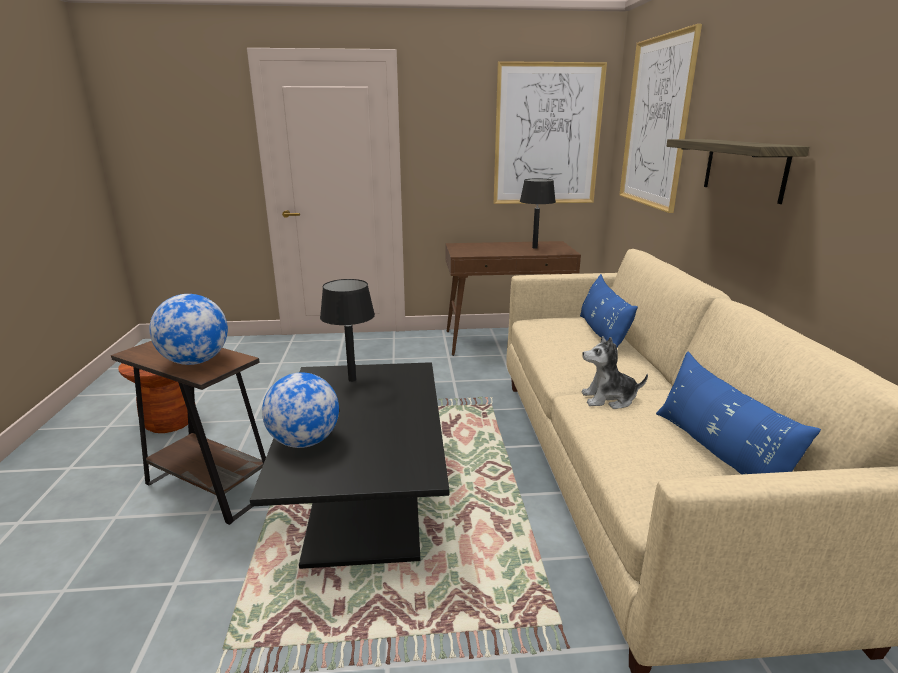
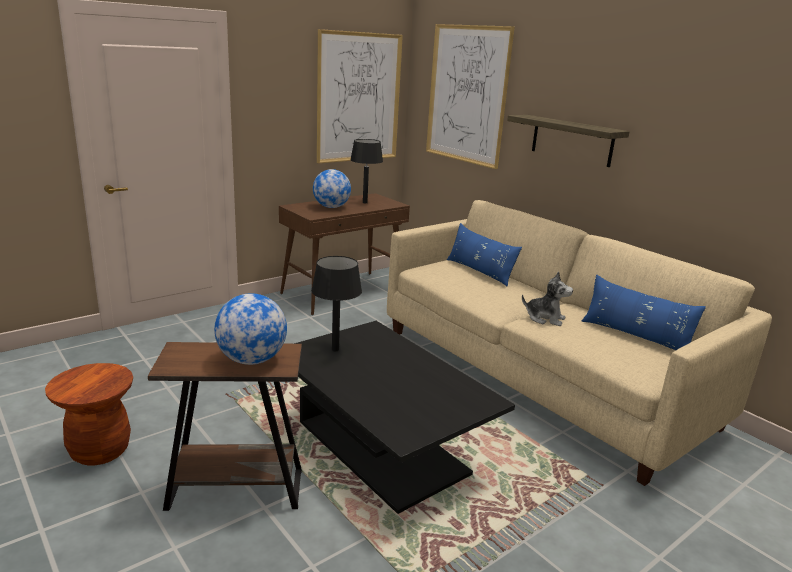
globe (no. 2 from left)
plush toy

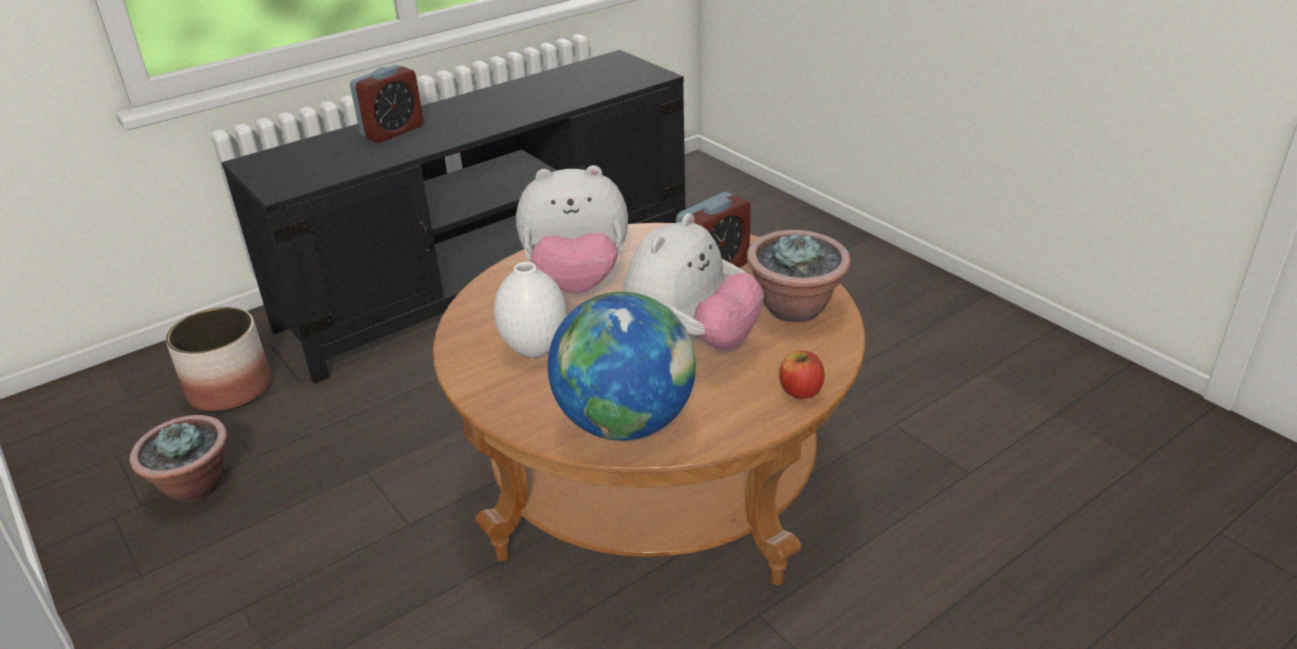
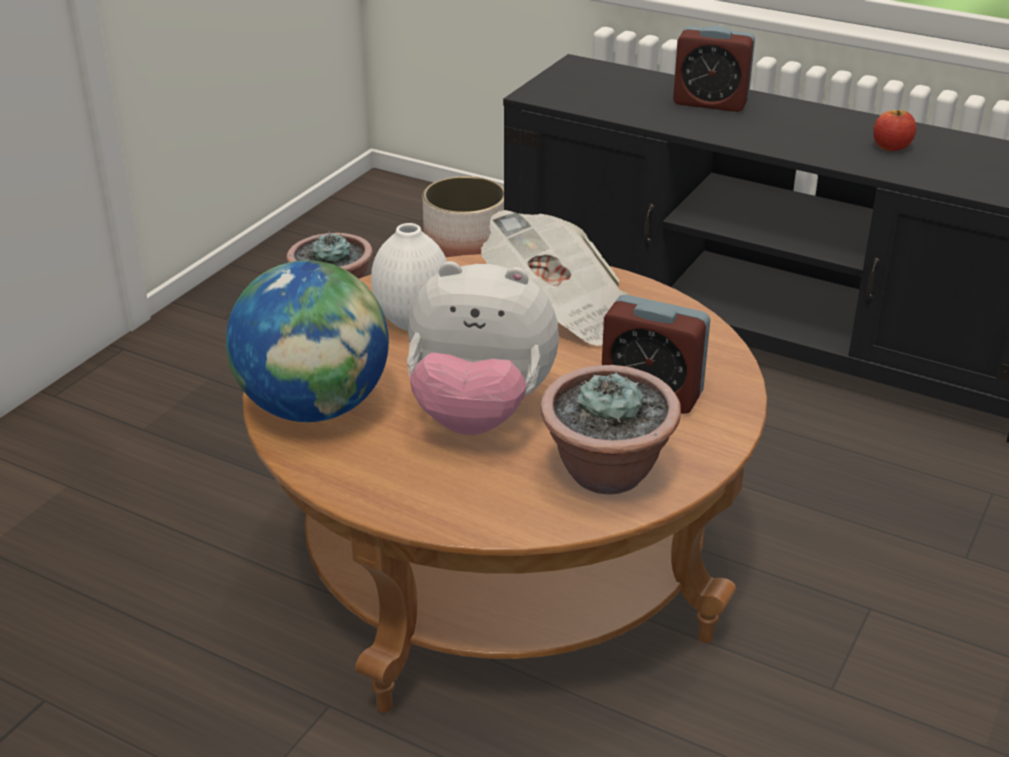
newspaper
apple

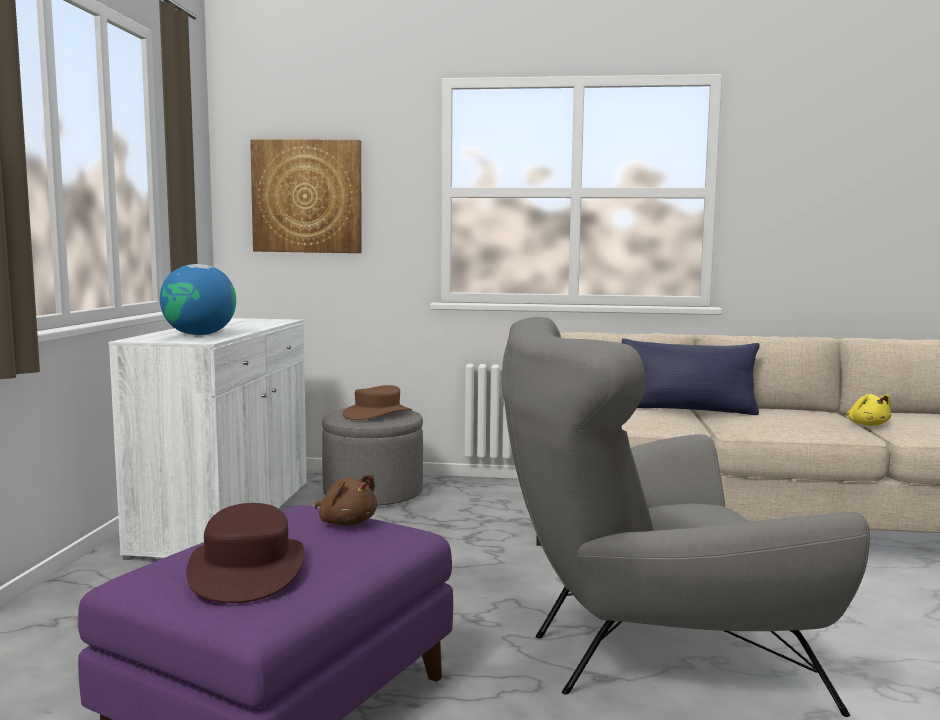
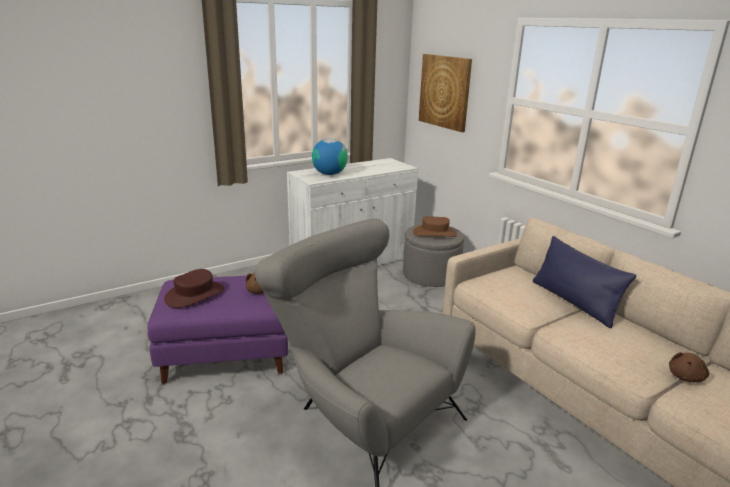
brown plush toy (no. 2 from left)

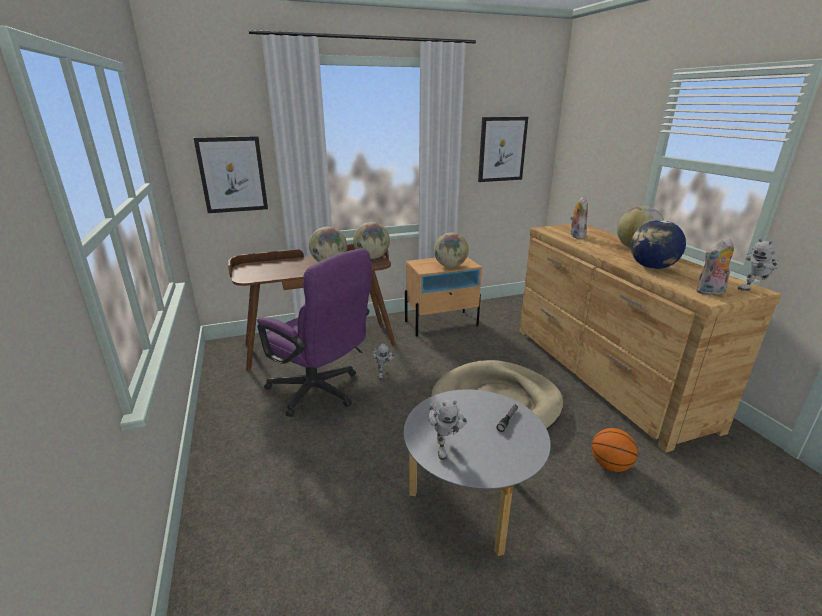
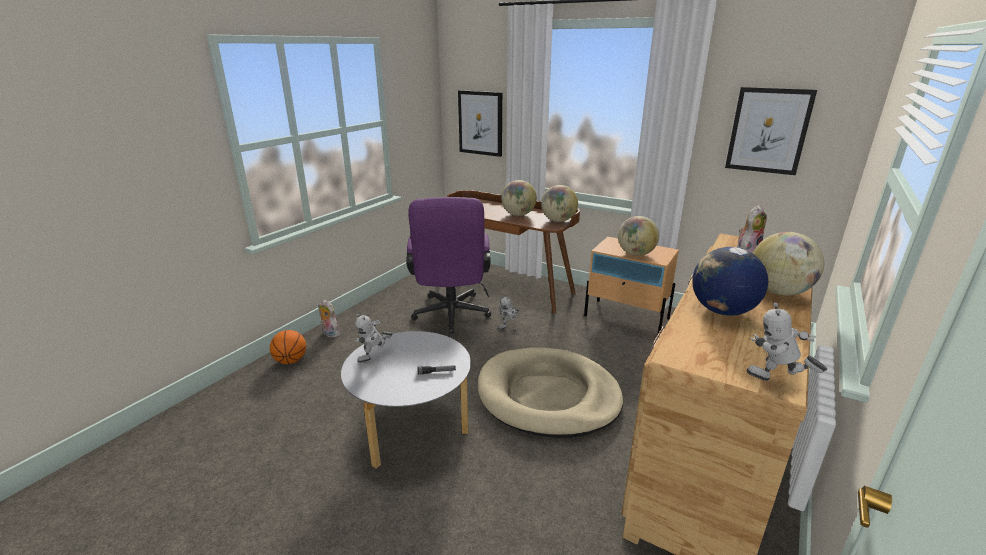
basketball
plush toy (no. 1 from left)

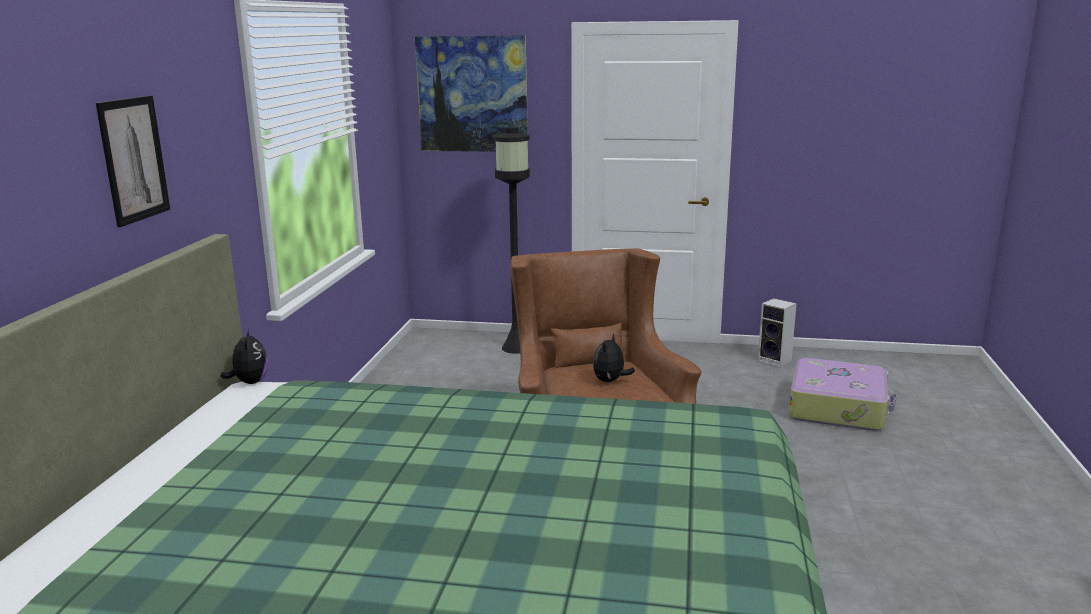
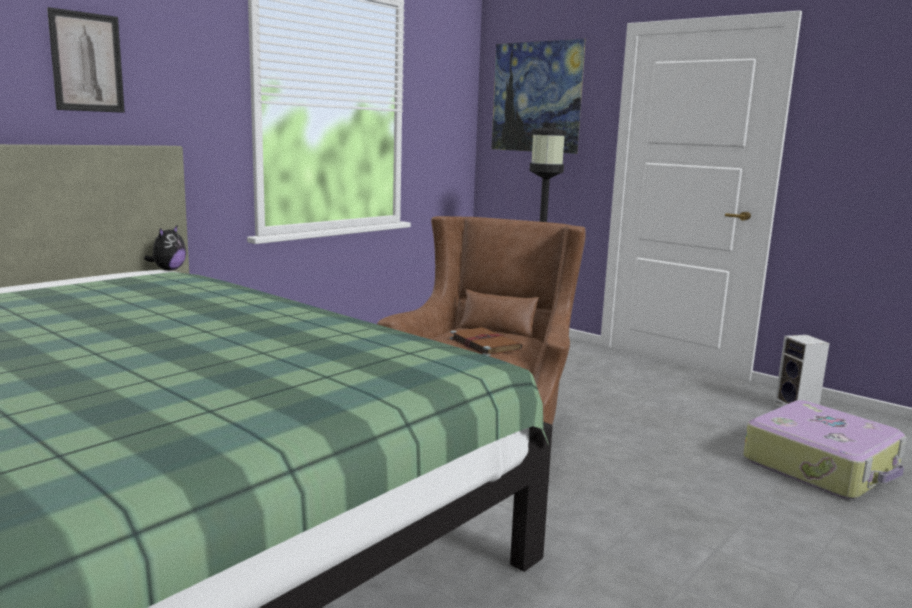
brown book

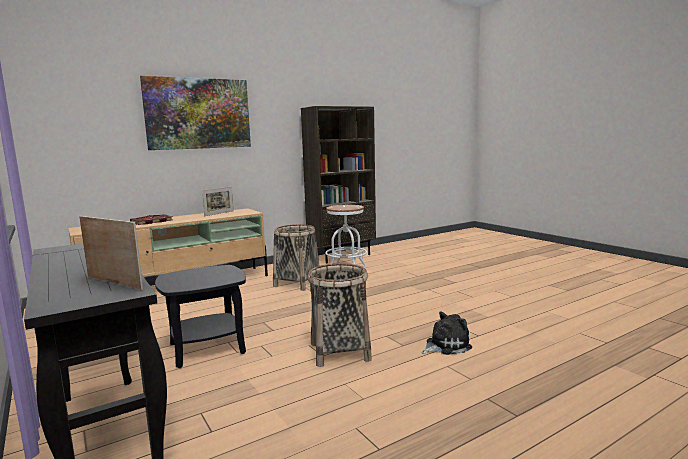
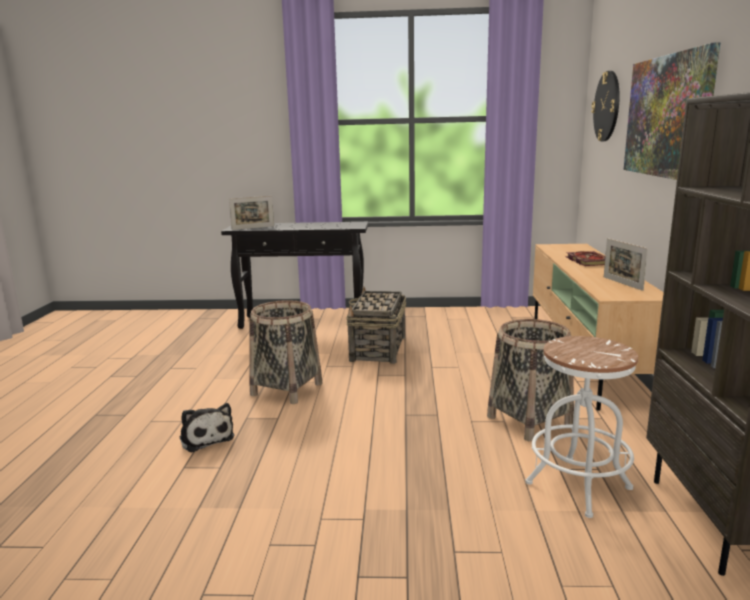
plush toy
basket (no. 2 from left)
wall clock

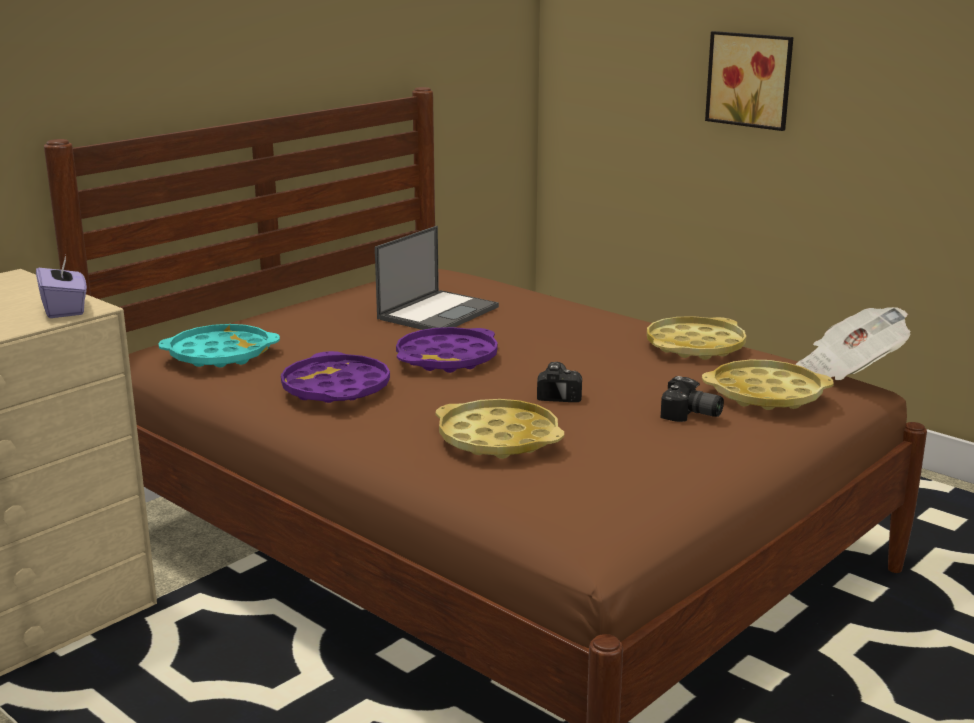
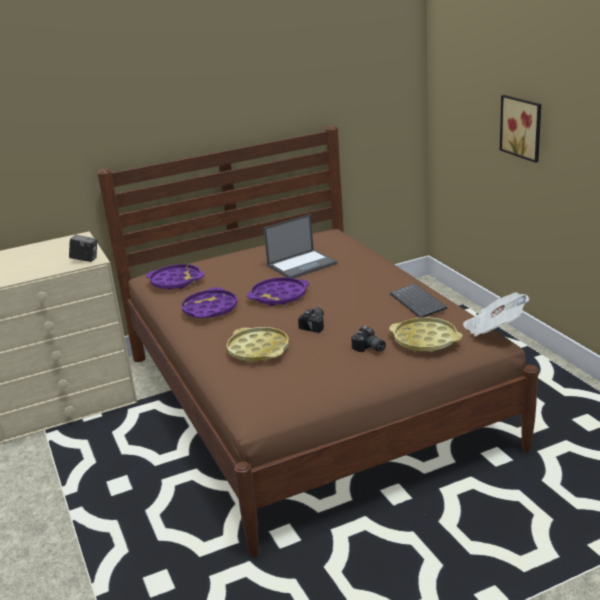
photo camera (no. 1 from left)
purple tray (no. 1 from left)
keyboard

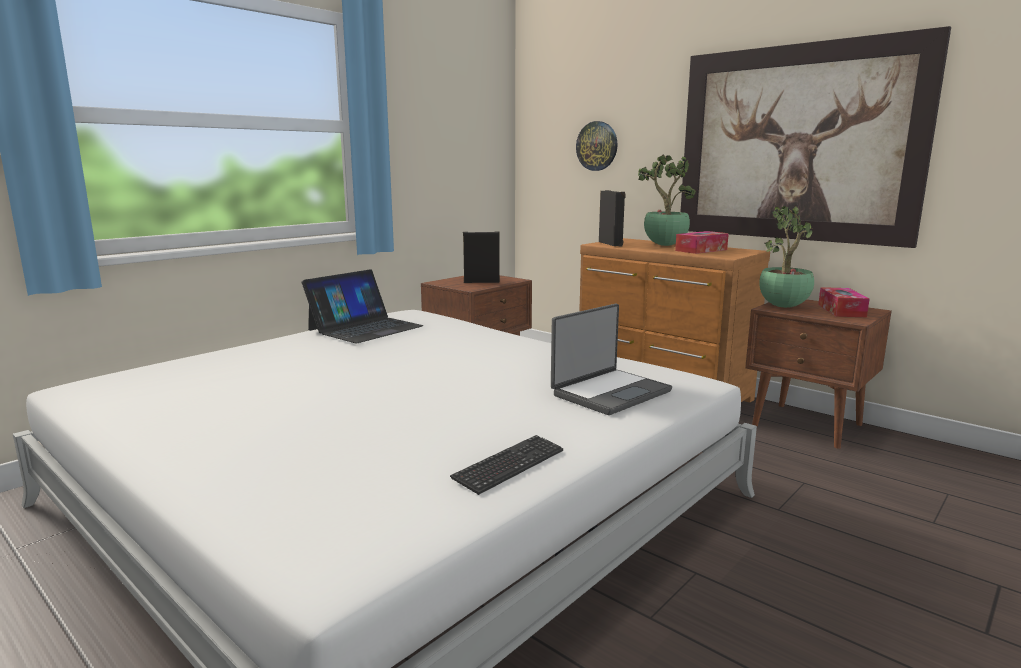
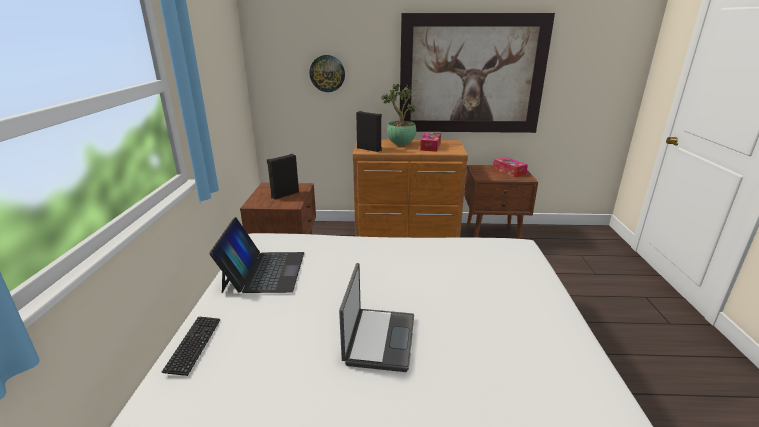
keyboard
laptop (no. 2 from left)
potted plant (no. 2 from left in the first image)

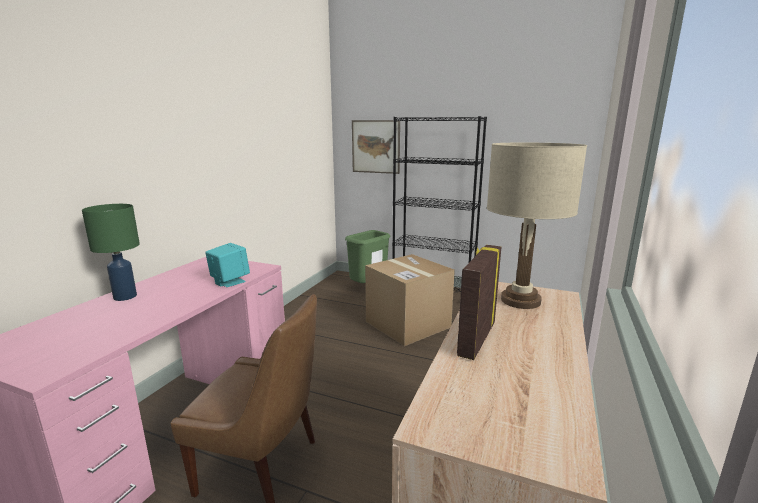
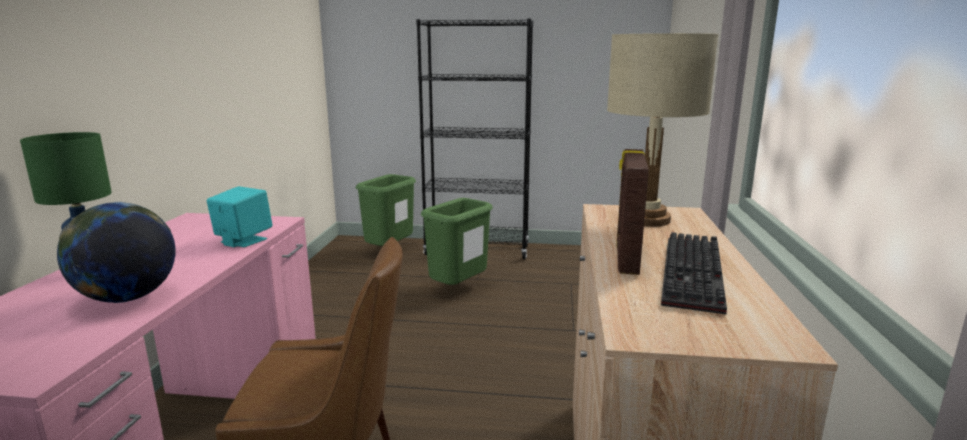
globe
green trash can (no. 2 from left)
keyboard
picture

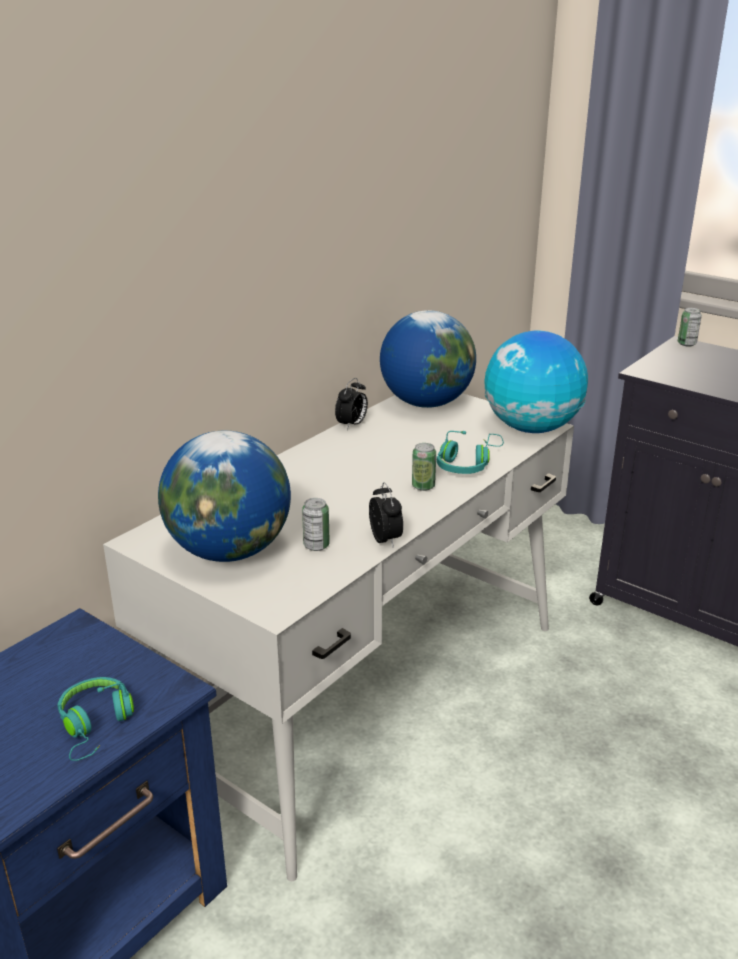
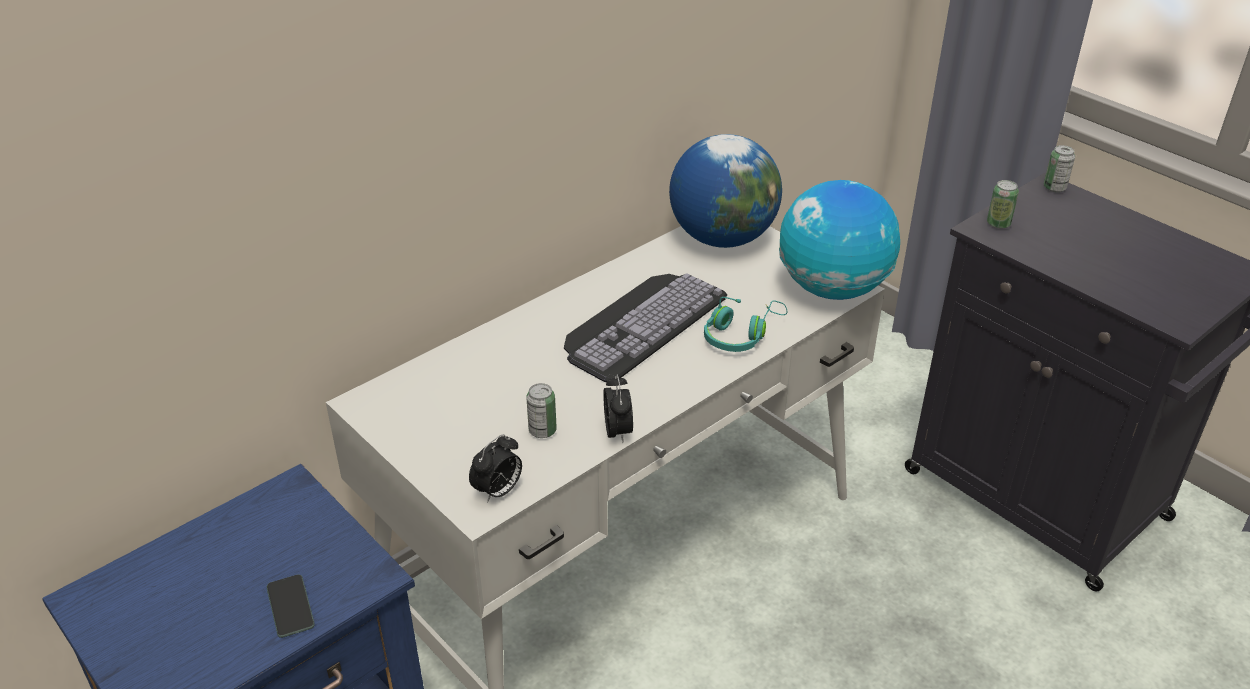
phone
alarm clock (no. 1 from left)
keyboard
can (no. 2 from left)
globe (no. 1 from left in the first image)

